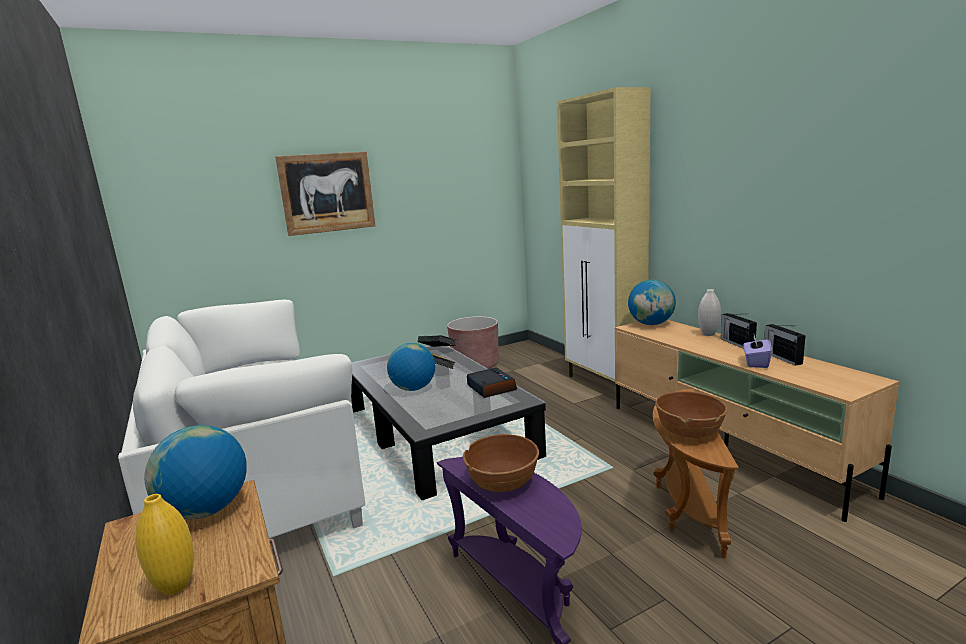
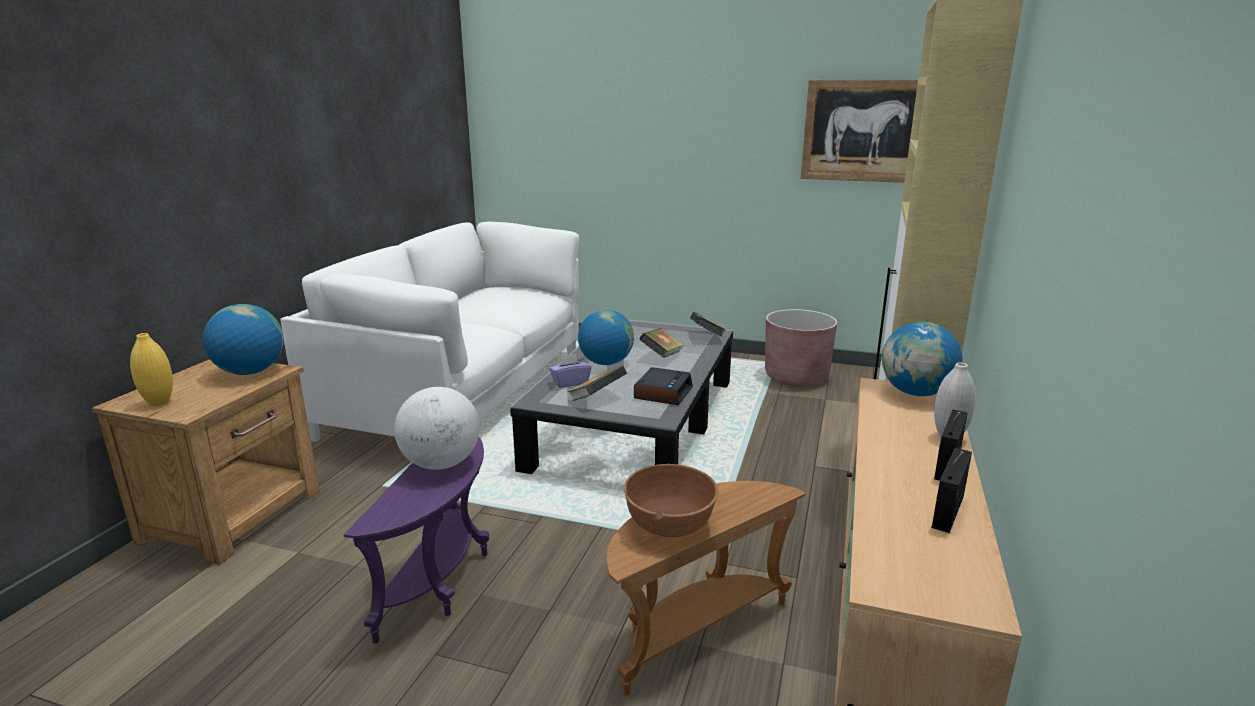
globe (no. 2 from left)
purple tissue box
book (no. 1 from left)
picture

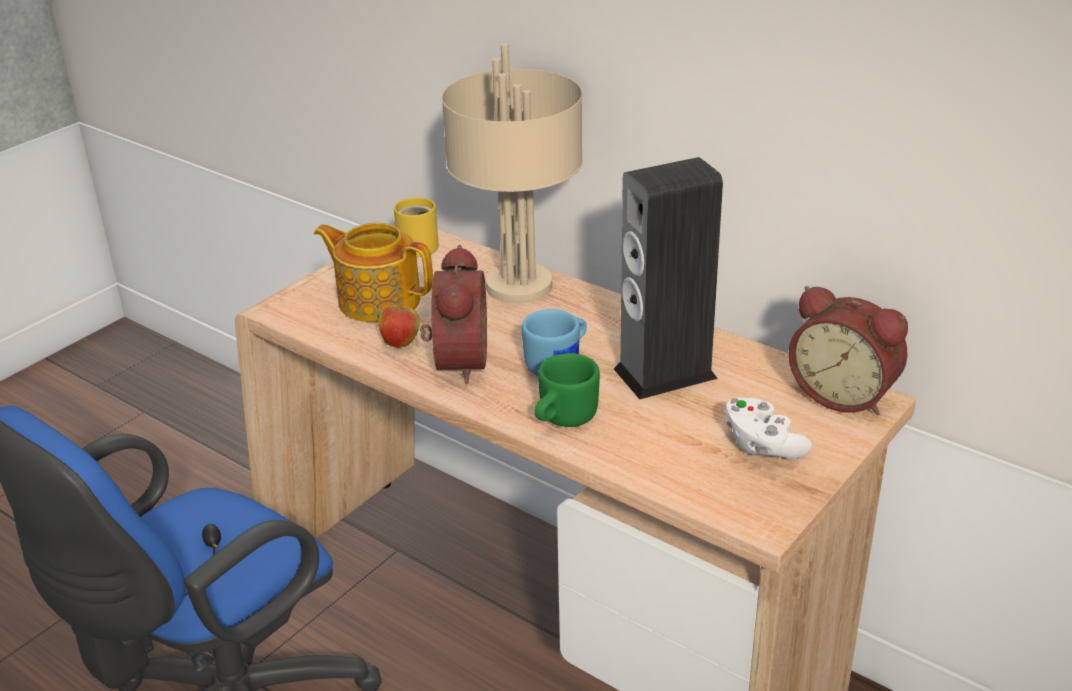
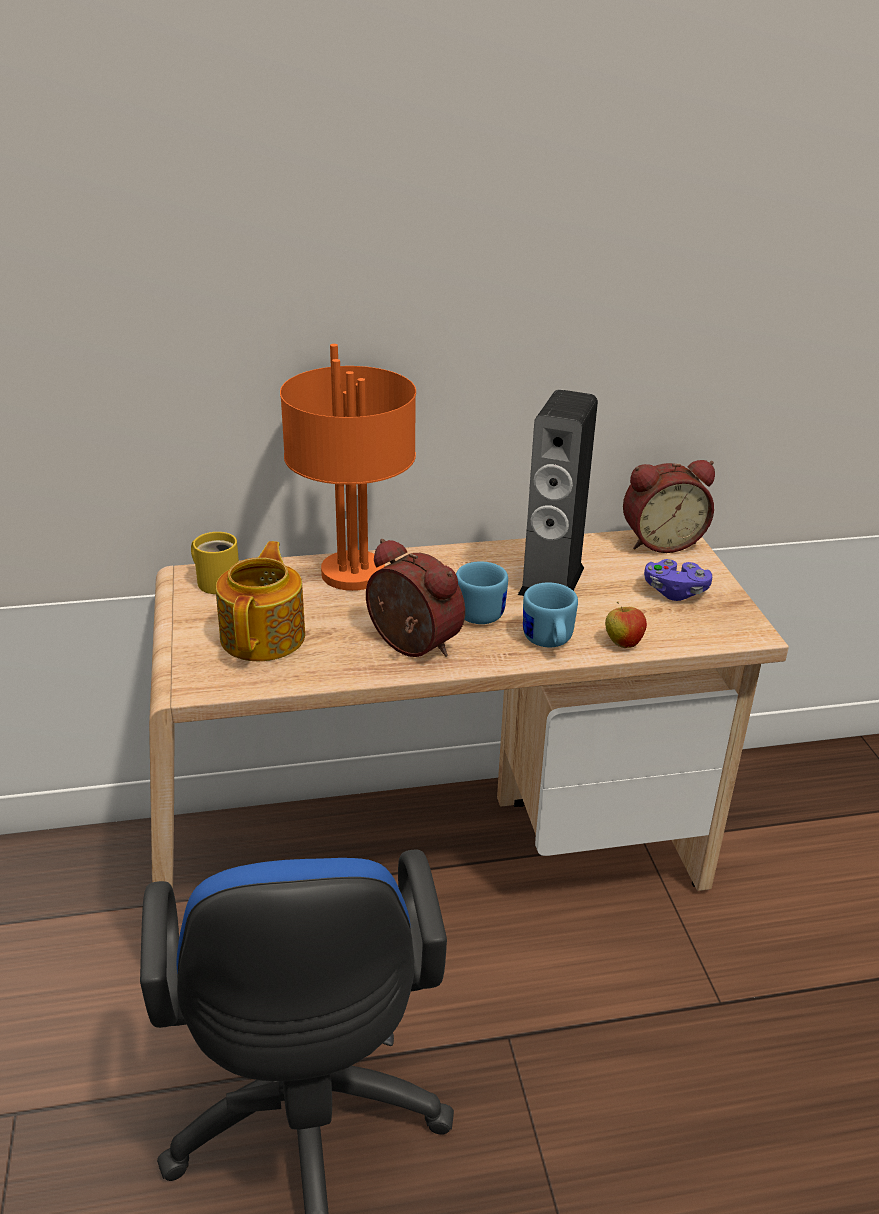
teapot
orange table lamp
blue mug (no. 2 from left)
apple
purple game controller

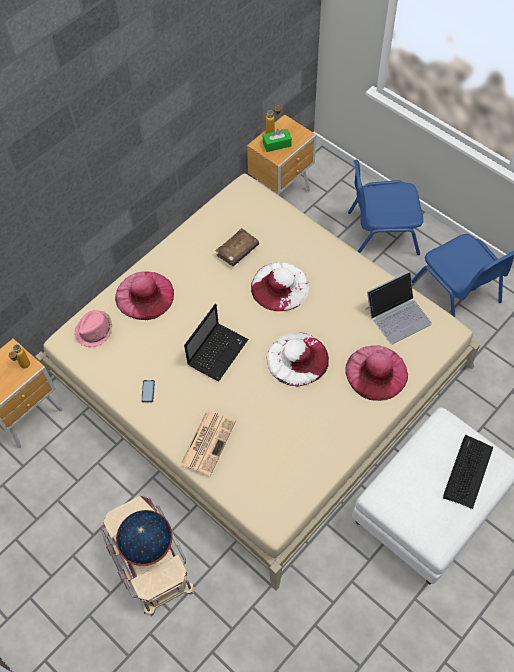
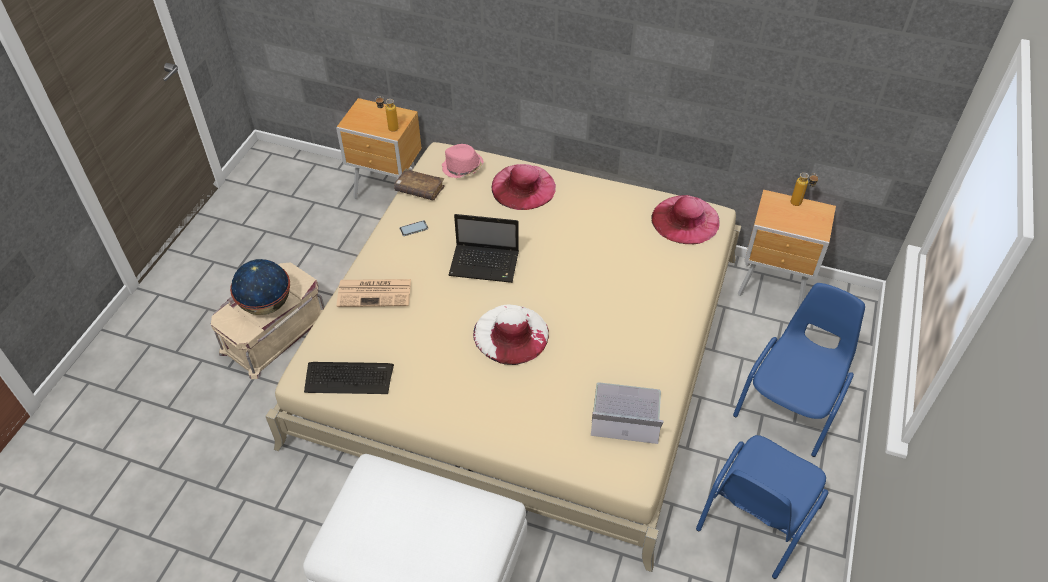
keyboard
brown book
laptop (no. 2 from left)
pink hat (no. 3 from left)
blue chair (no. 2 from left)
white hat (no. 1 from left in the first image)
green tissue box

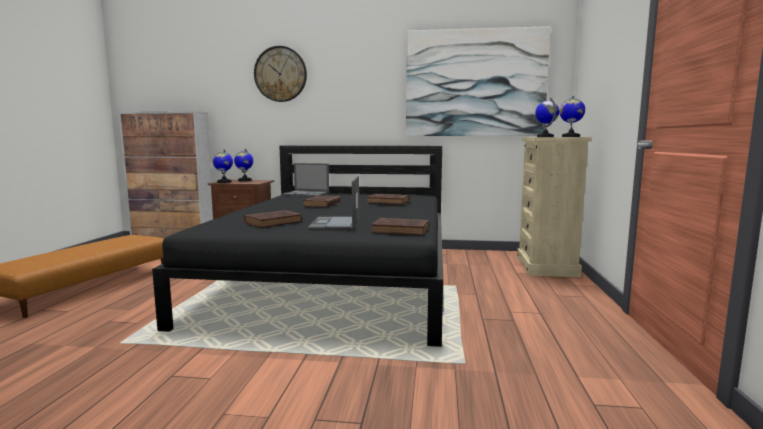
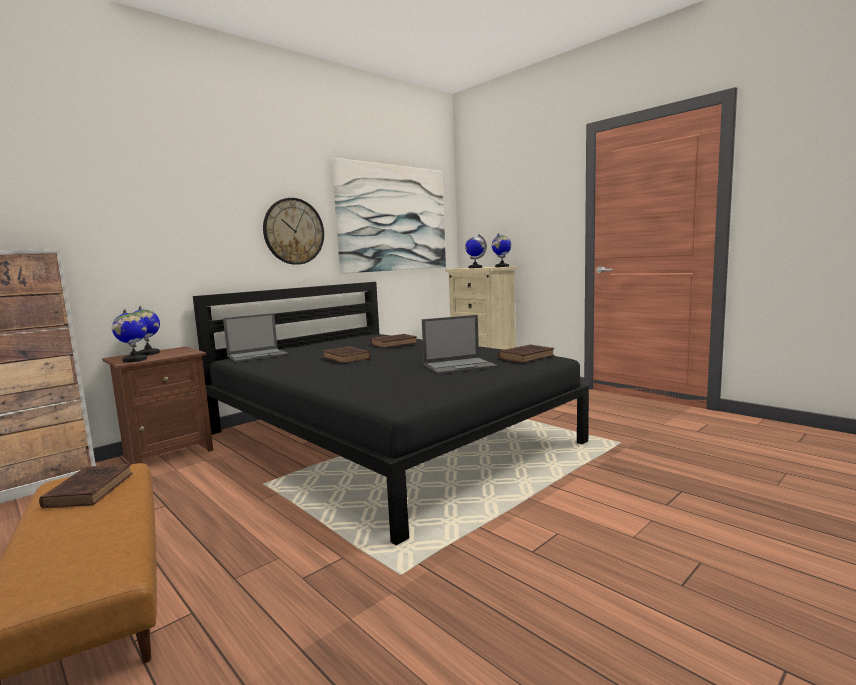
brown book (no. 1 from left)
wall clock
laptop (no. 2 from left)

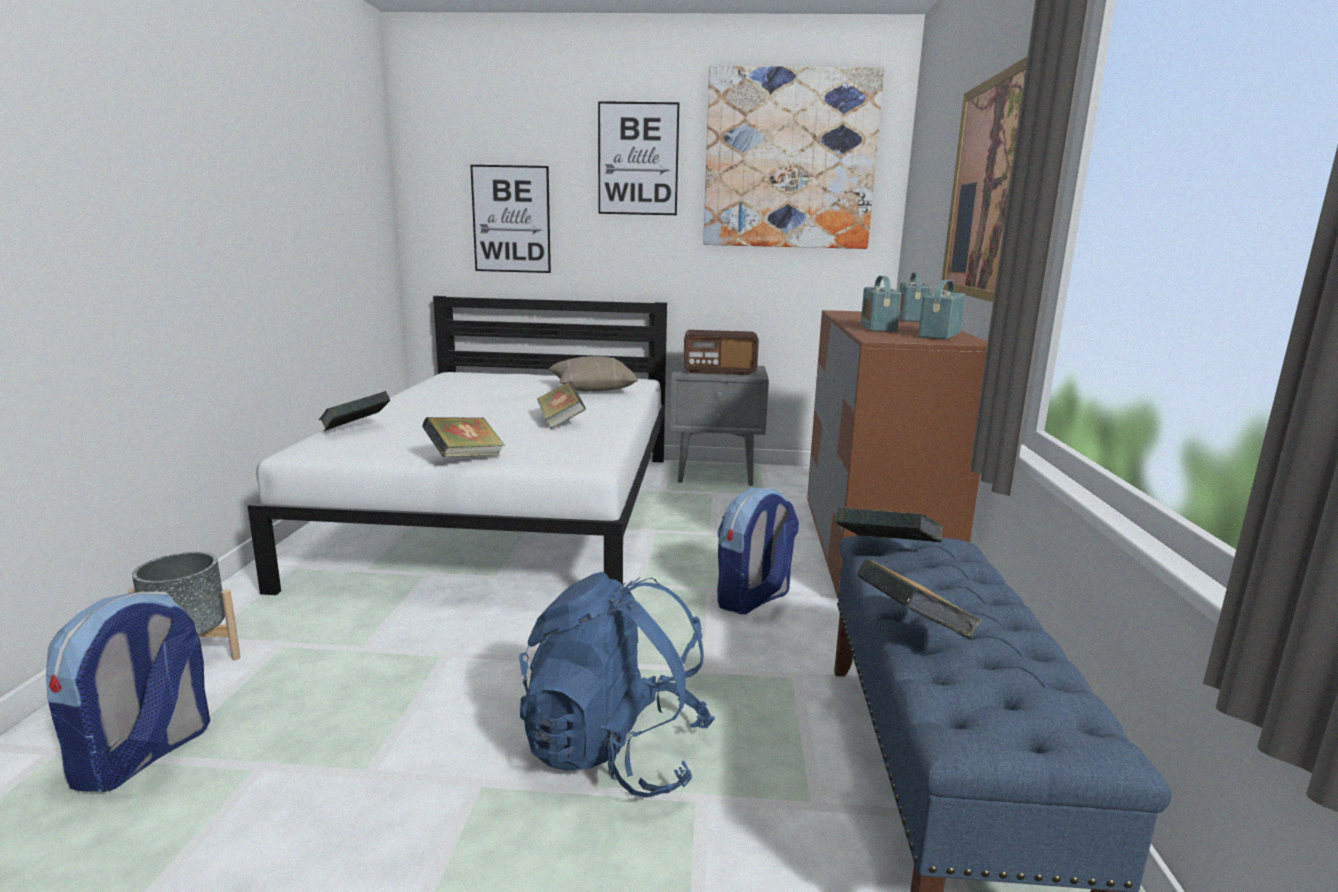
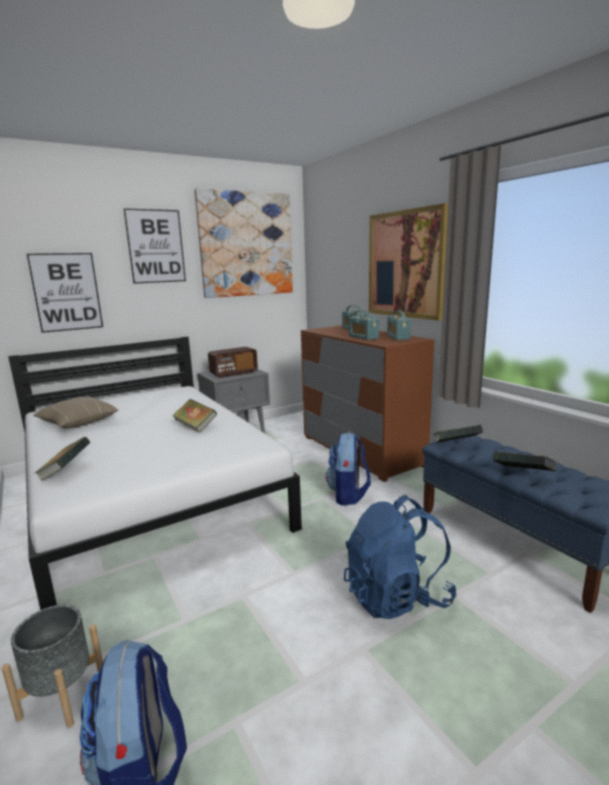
beige pillow
book (no. 2 from left in the first image)

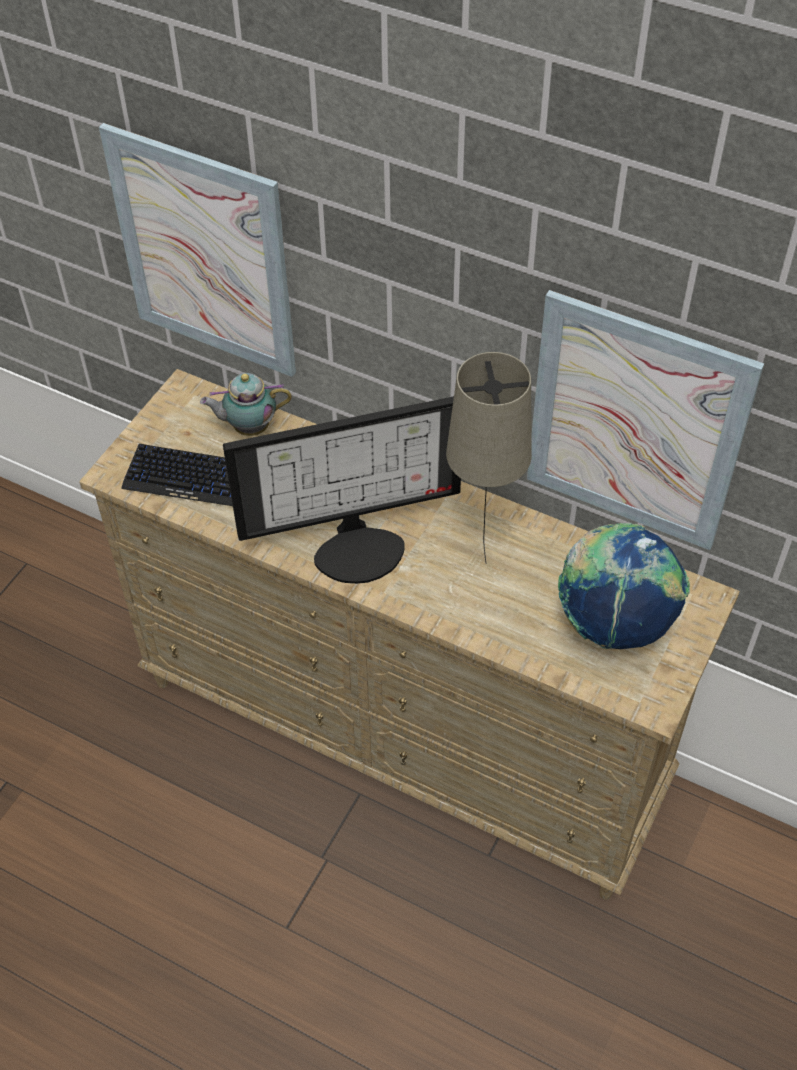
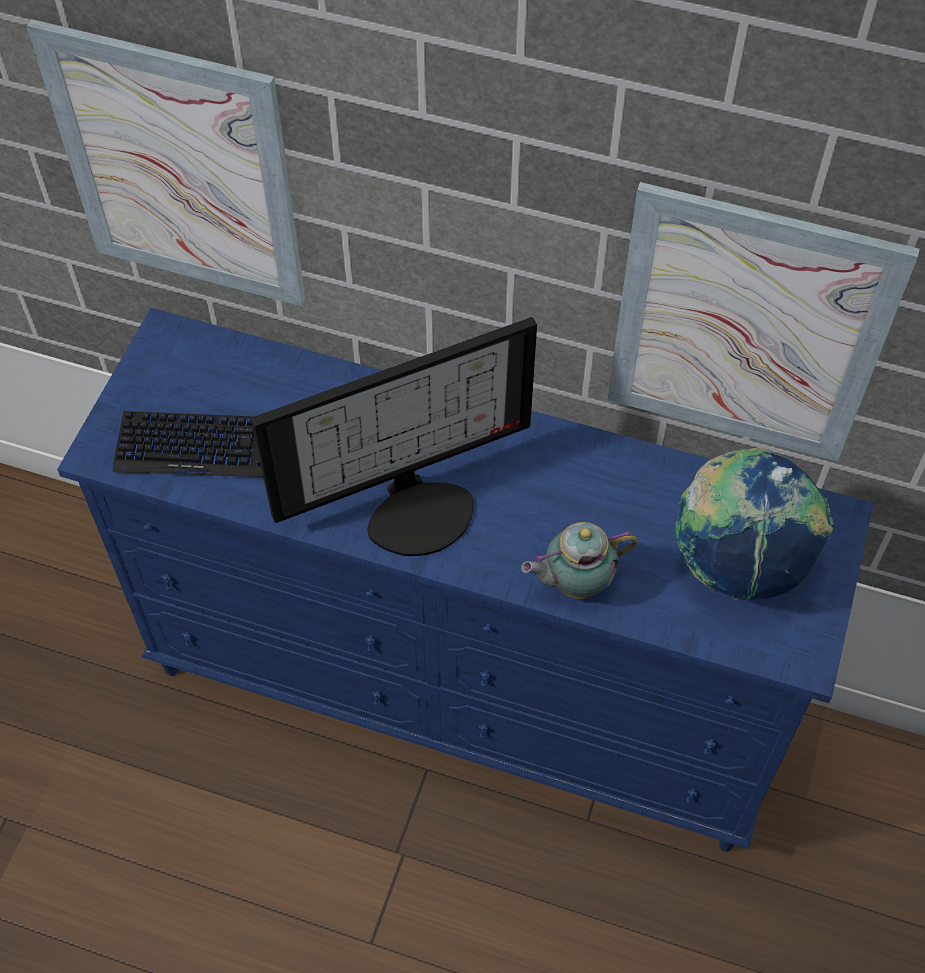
blue dresser
teapot
beige table lamp

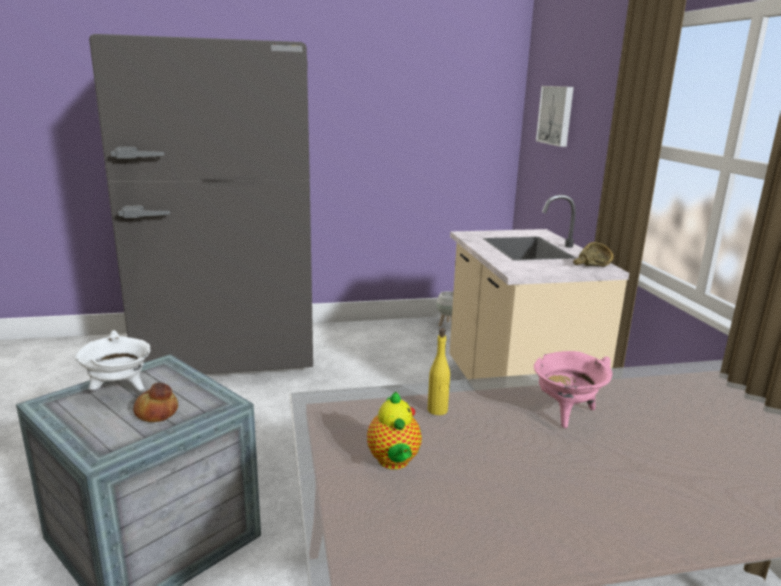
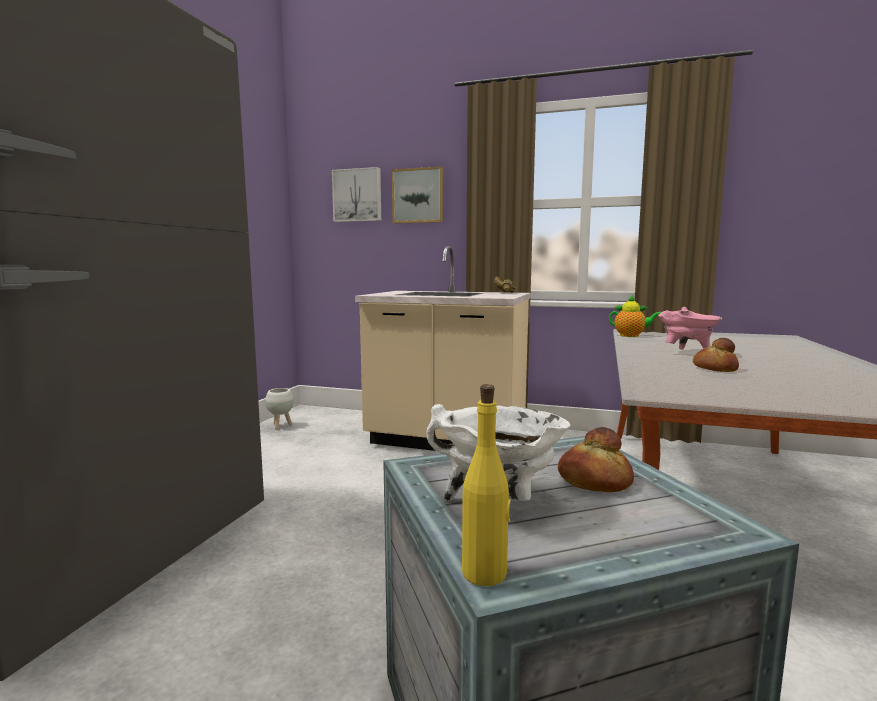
picture (no. 2 from left)
yellow bottle
teapot
bread (no. 2 from left)

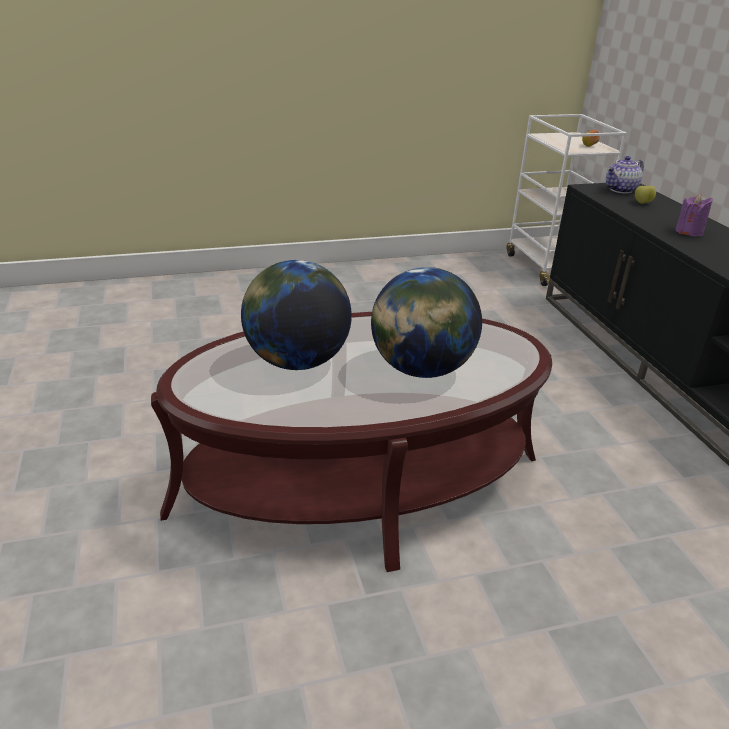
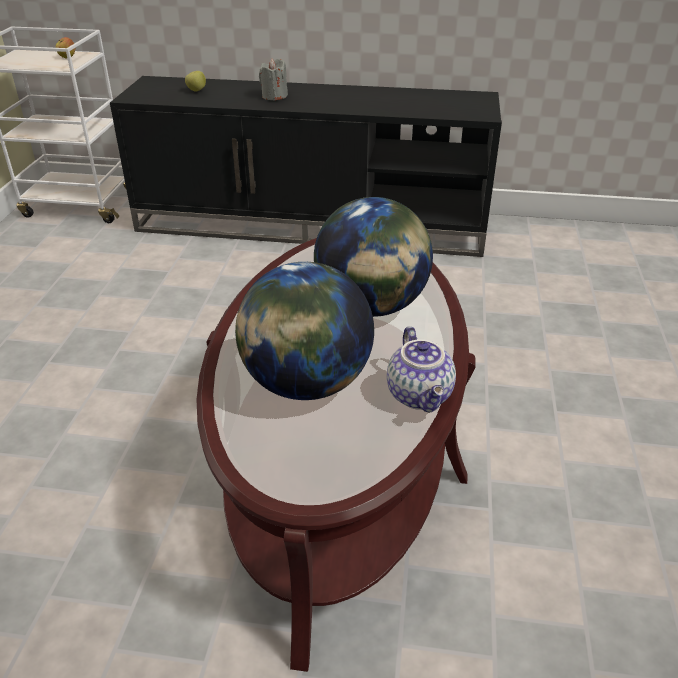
grey candle
teapot

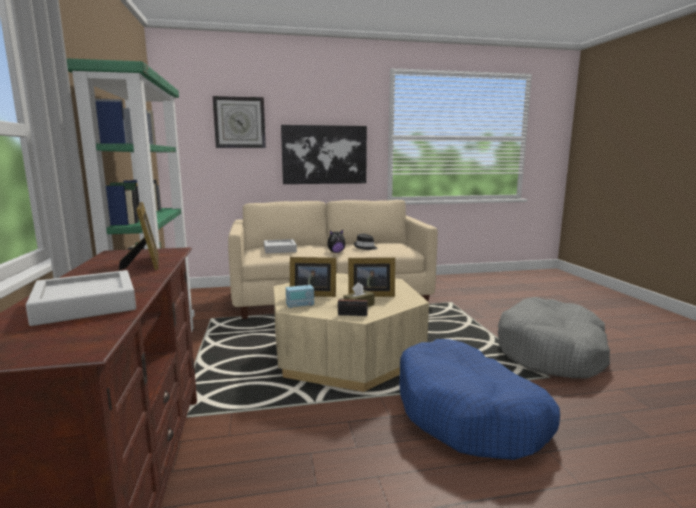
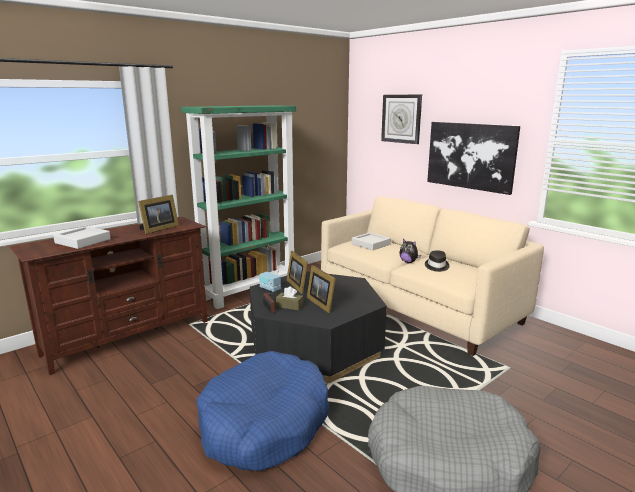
black coffee table

